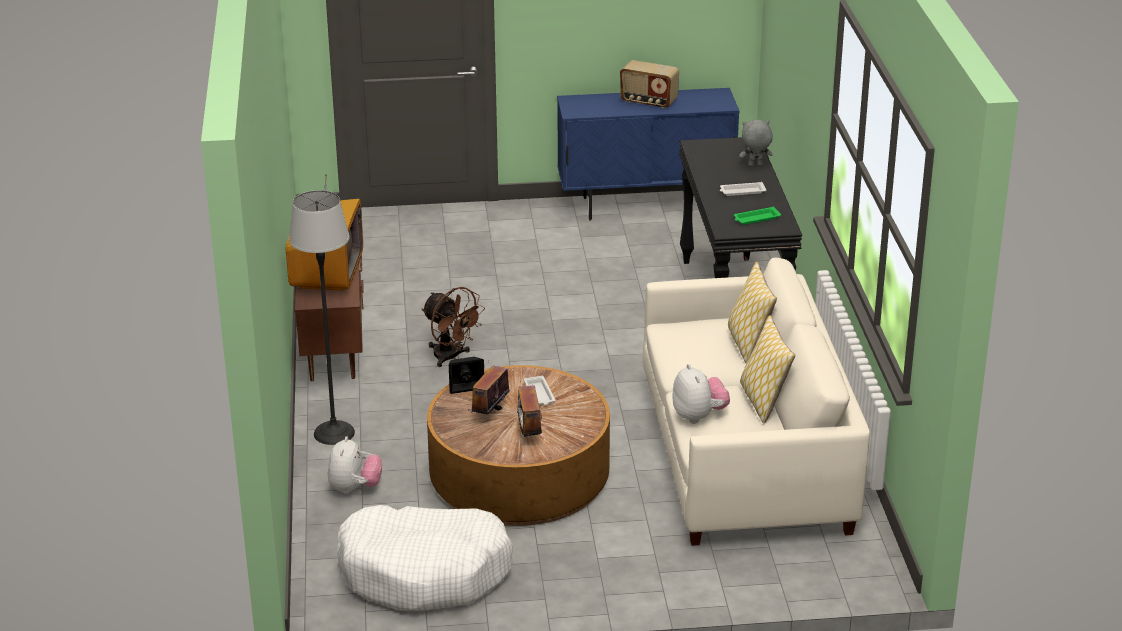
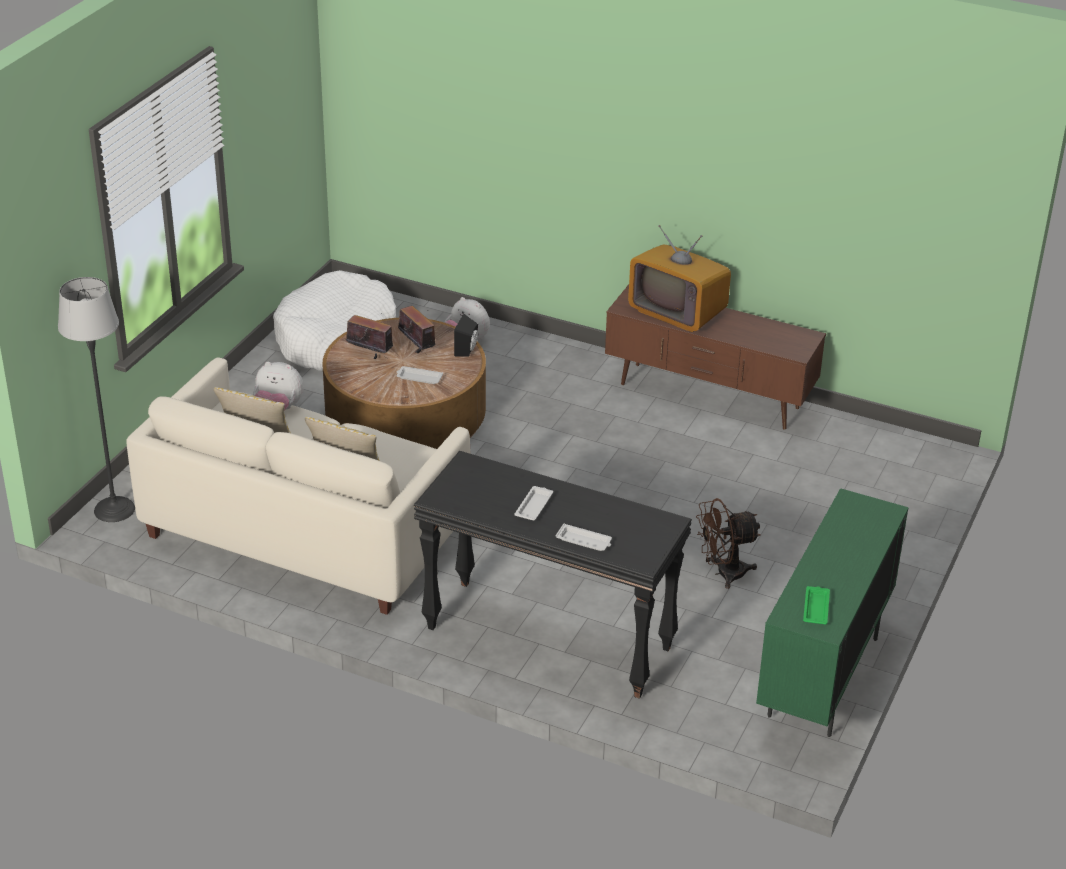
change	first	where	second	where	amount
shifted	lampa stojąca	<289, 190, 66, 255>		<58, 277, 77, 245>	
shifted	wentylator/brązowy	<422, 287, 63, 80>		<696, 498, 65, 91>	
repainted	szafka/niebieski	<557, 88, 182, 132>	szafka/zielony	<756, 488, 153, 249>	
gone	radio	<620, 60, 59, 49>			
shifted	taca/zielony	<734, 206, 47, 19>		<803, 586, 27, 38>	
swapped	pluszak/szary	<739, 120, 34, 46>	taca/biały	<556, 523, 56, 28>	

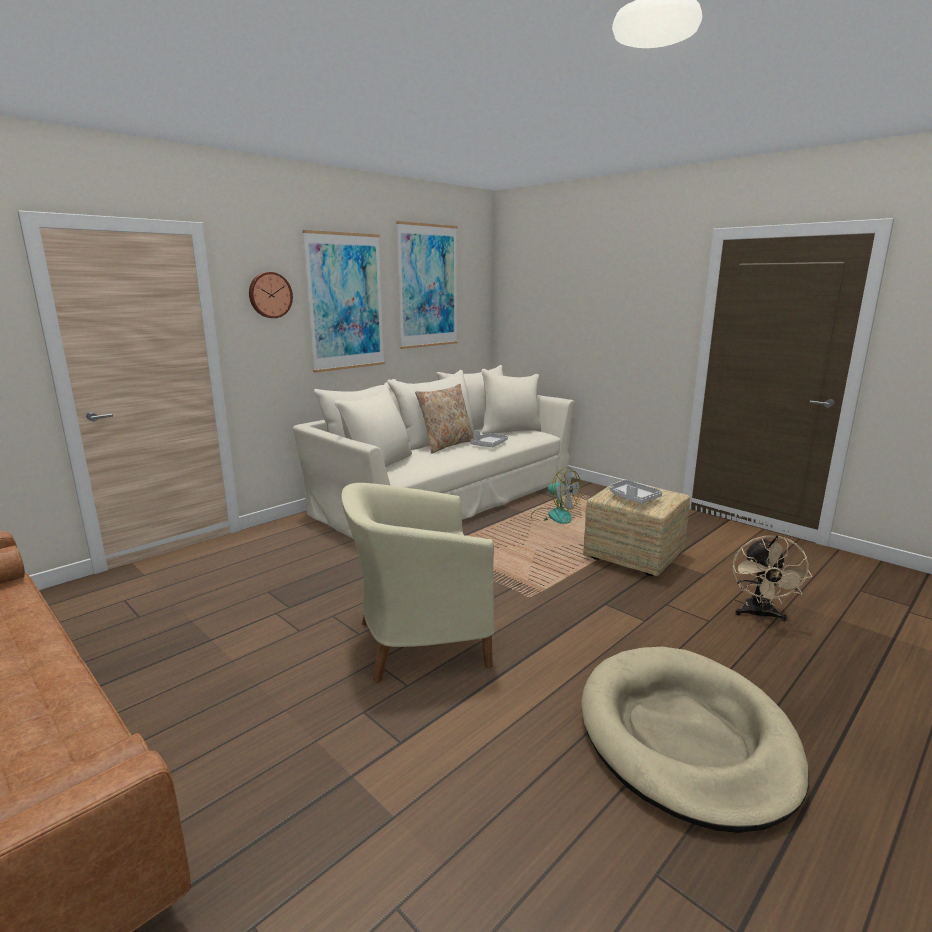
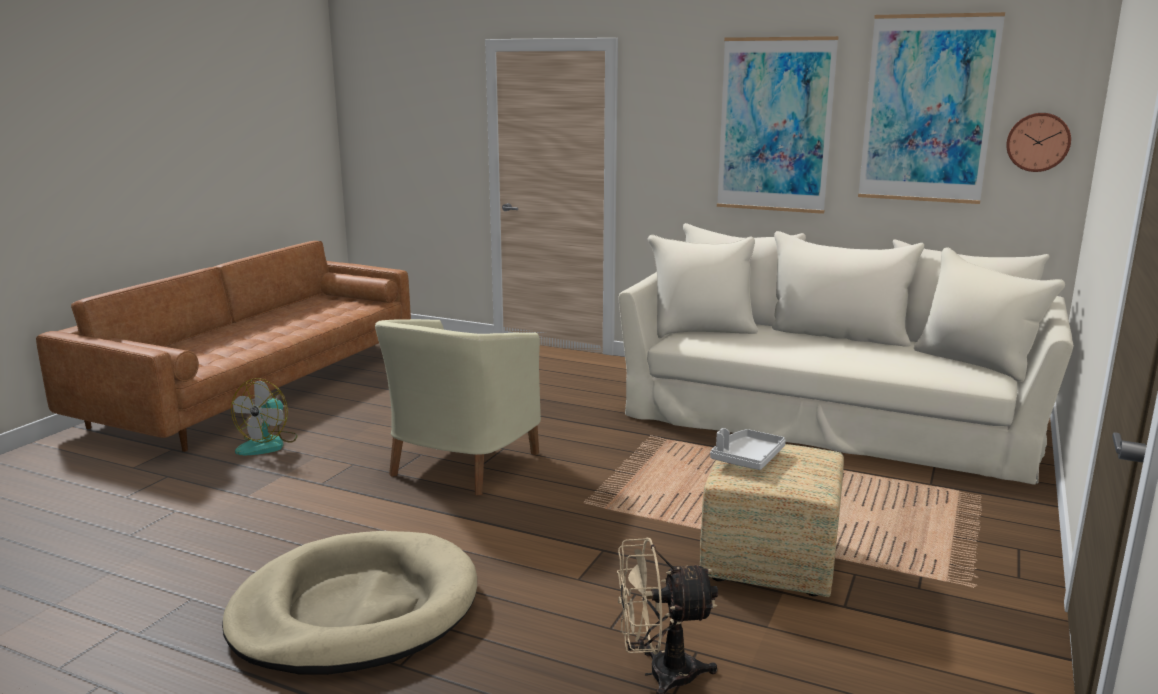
change	first	where	second	where	amount
shifted	zegar ścienny	<249, 272, 44, 46>		<1006, 113, 65, 59>	
rotated	fotel/beżowy	<341, 483, 154, 200>		<375, 319, 166, 176>	120 degrees counterclockwise
gone	poduszka/beżowy	<415, 384, 59, 70>			
gone	taca/szary	<470, 431, 38, 16>			
shifted	wentylator	<531, 467, 50, 57>		<231, 378, 67, 77>	

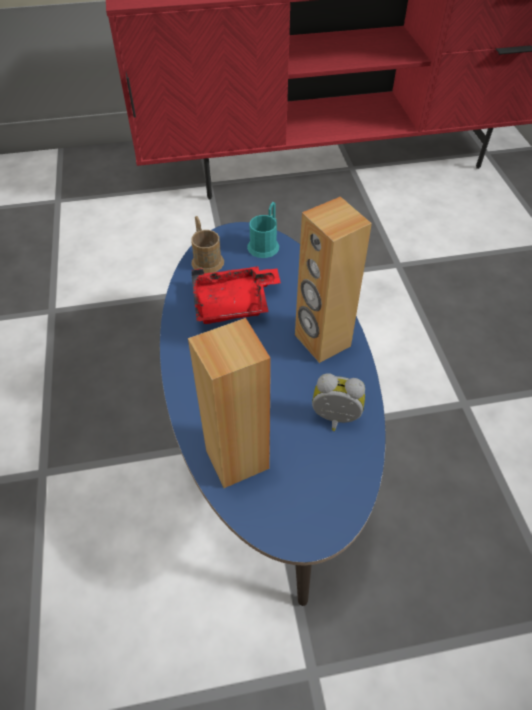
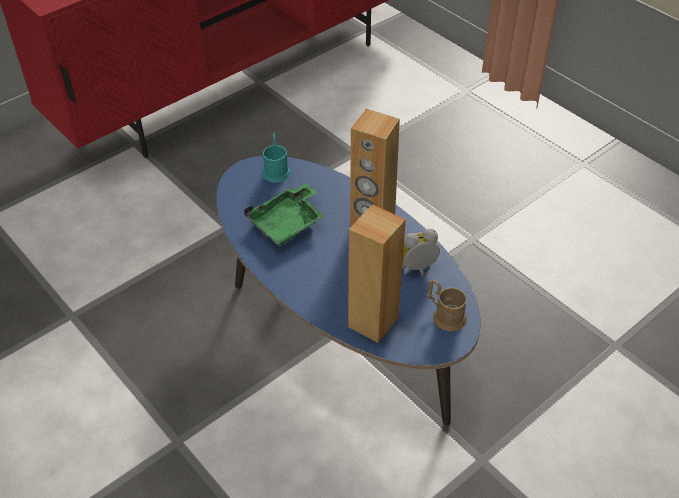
change	first	where	second	where	amount
shifted	kubek/brązowy	<191, 216, 33, 57>		<427, 280, 40, 51>	
repainted	taca/czerwony	<192, 266, 89, 58>	taca/zielony	<244, 183, 81, 63>	

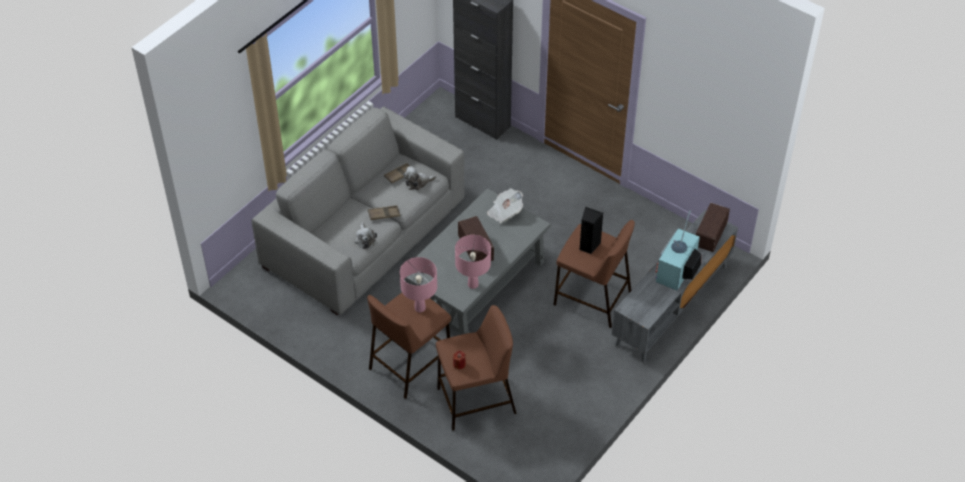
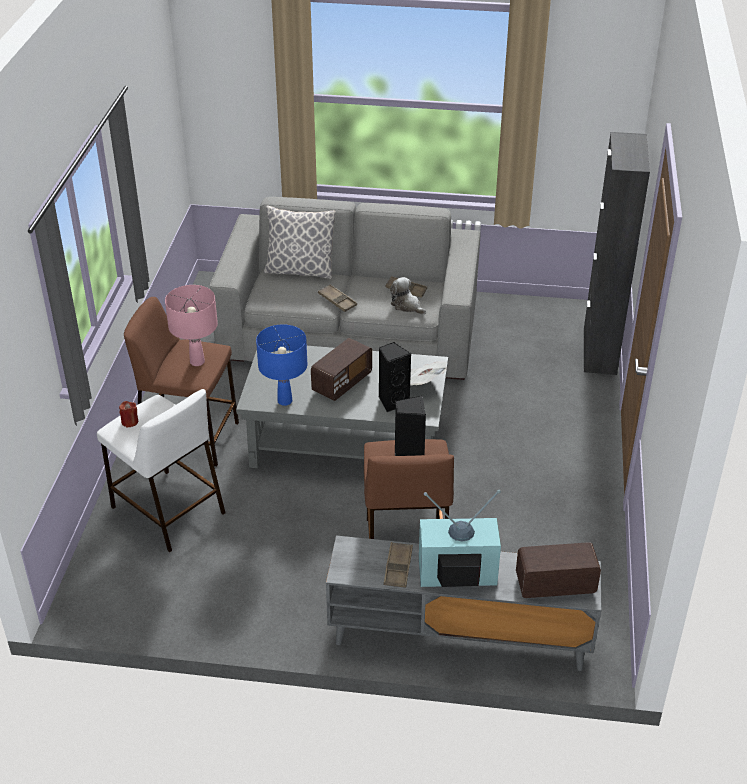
change	first	where	second	where	amount
gone	pluszak	<355, 222, 22, 27>			
repainted	stołek/brązowy	<436, 305, 81, 125>	stołek/biały	<97, 389, 128, 163>	
repainted	lampa stołowa/różowy	<455, 235, 36, 54>	lampa stołowa/niebieski	<256, 324, 51, 82>	
new			poduszka	<264, 205, 71, 74>	
new			głośnik/czarny	<379, 342, 32, 71>	
new			taca/brązowy	<383, 542, 30, 46>	

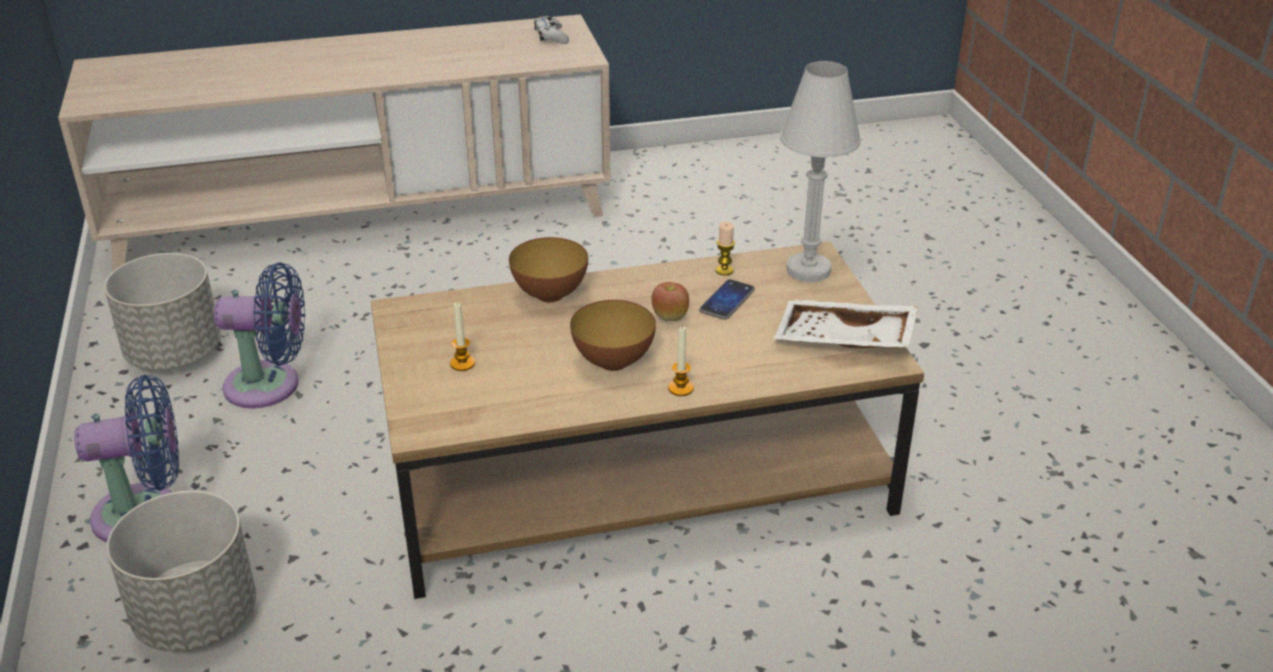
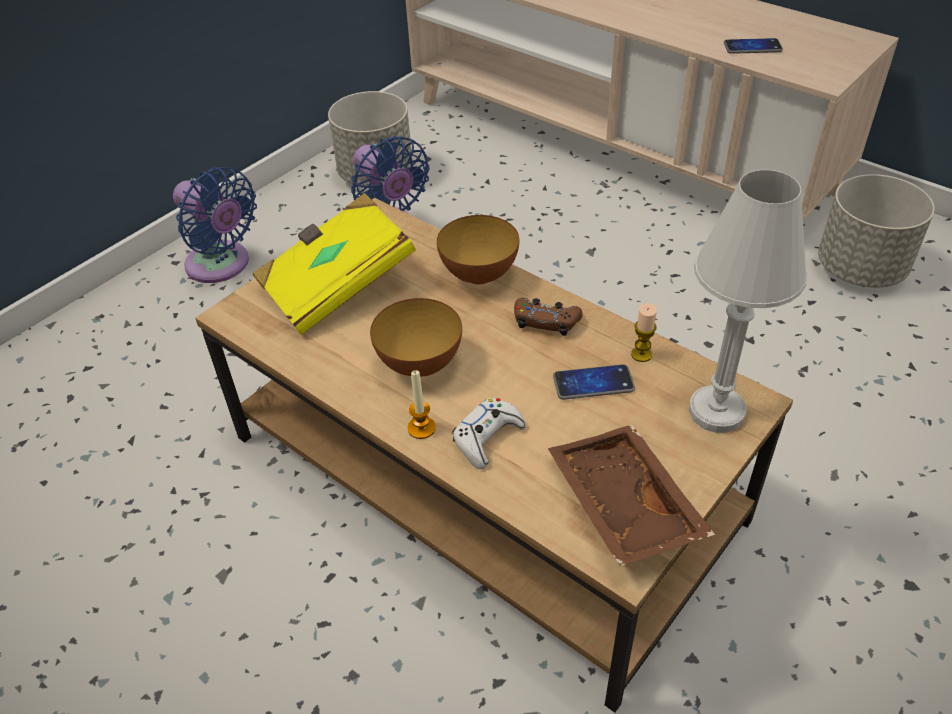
change	first	where	second	where	amount
shifted	donica/szary	<106, 491, 150, 160>		<818, 174, 117, 113>	
swapped	świeca	<450, 302, 25, 69>	książka/żółty	<253, 193, 163, 142>	
shifted	pad do gier/biały	<534, 16, 35, 28>		<452, 398, 74, 71>	
gone	jabłko	<651, 282, 38, 39>			
repainted	taca/biały	<774, 300, 144, 48>	taca/brązowy	<548, 425, 167, 141>	
new			pad do gier/brązowy	<514, 298, 68, 38>	
new			telefon	<724, 38, 59, 16>	

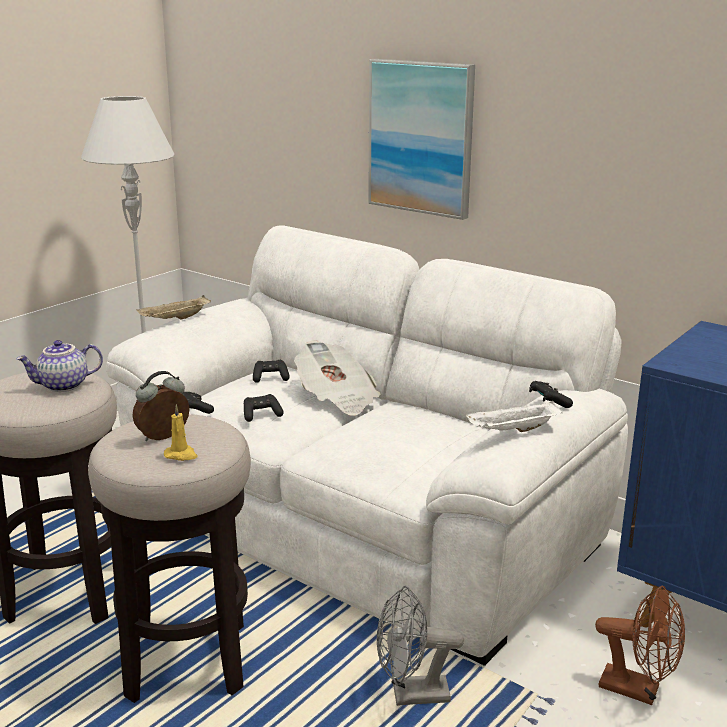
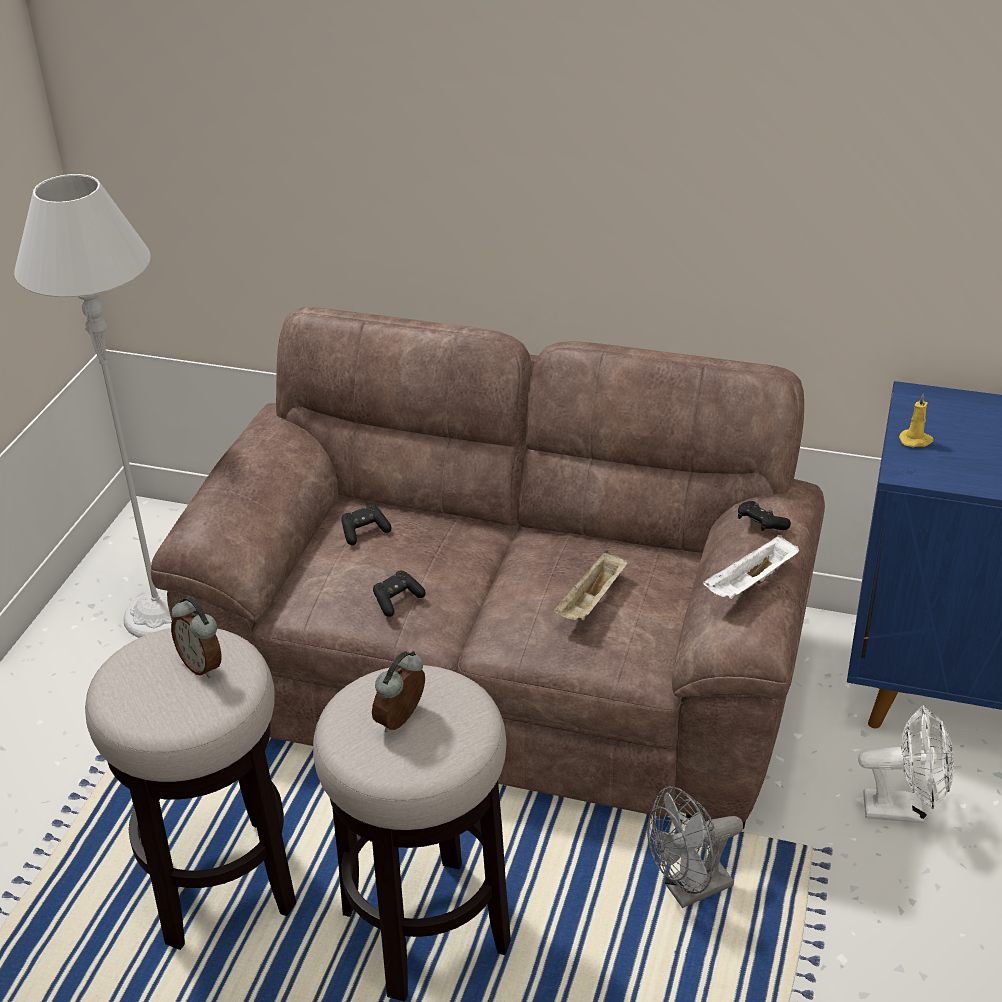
change	first	where	second	where	amount
swapped	imbryk	<16, 340, 87, 52>	budzik	<171, 597, 51, 81>	
repainted	kanapa/biały	<106, 225, 522, 441>	kanapa/brązowy	<151, 307, 674, 522>	
shifted	taca/beżowy	<137, 295, 74, 25>		<553, 550, 75, 70>	
shifted	świeca/żółty	<164, 404, 34, 57>		<899, 394, 35, 53>	
gone	pad do gier/czarny	<180, 391, 34, 23>			
gone	gazeta	<294, 341, 86, 75>			
gone	obraz	<368, 59, 107, 161>			
repainted	wentylator/brązowy	<595, 586, 90, 119>	wentylator/biały	<858, 705, 96, 118>	

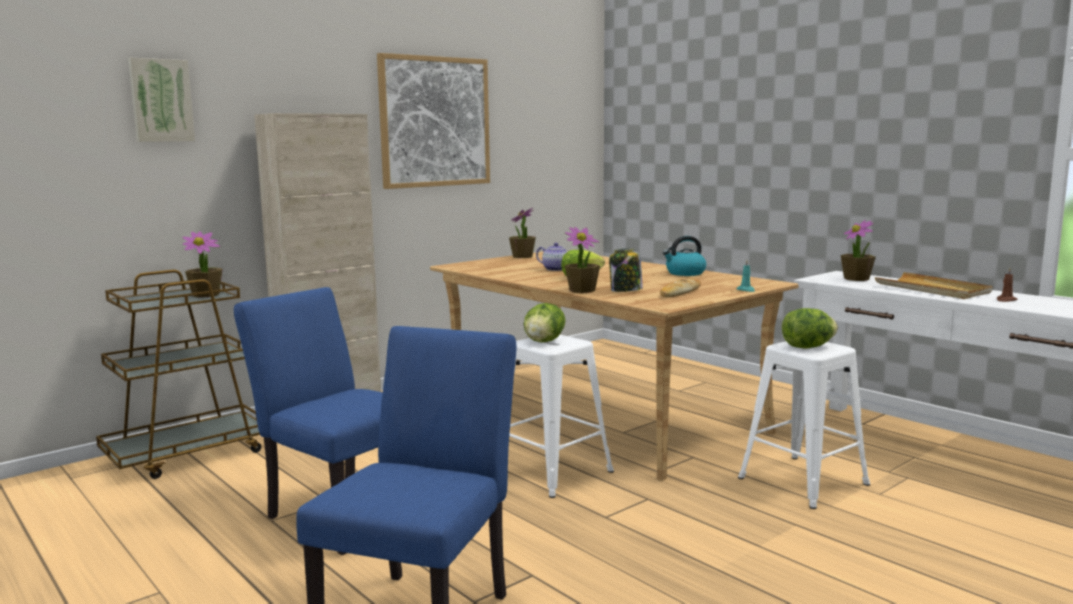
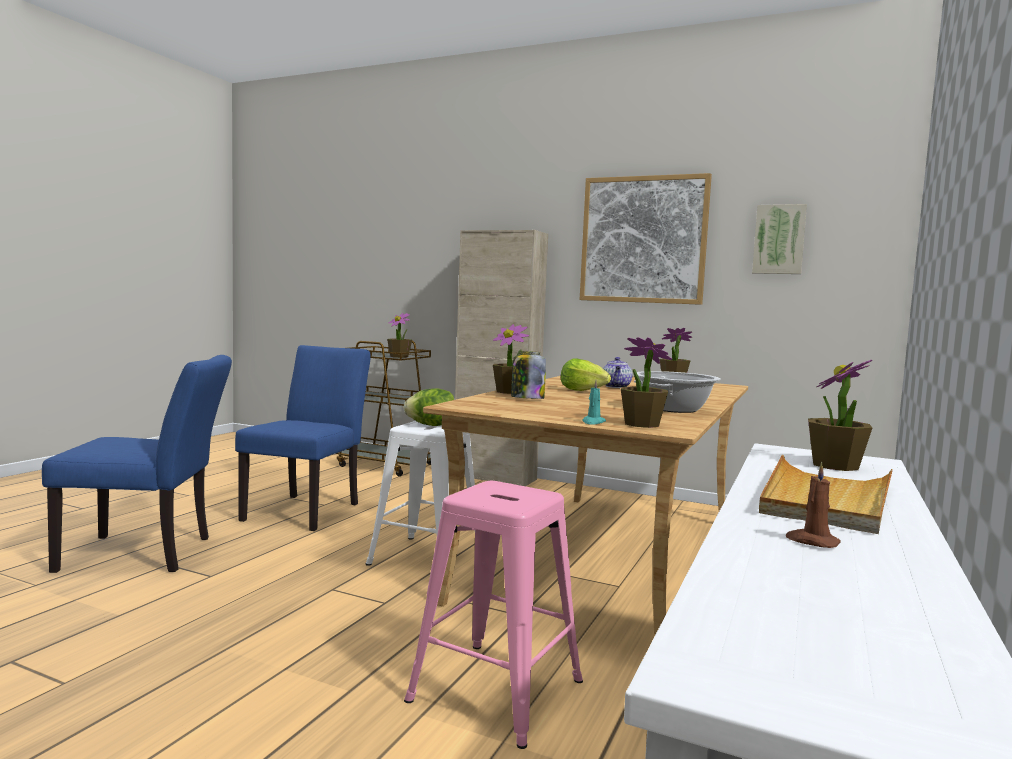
change	first	where	second	where	amount
shifted	obraz	<128, 58, 67, 84>		<752, 204, 55, 70>	
gone	chleb	<660, 278, 41, 19>			
swapped	czajnik	<663, 236, 43, 40>	garnek	<634, 371, 87, 42>	
repainted	stołek/biały	<738, 341, 132, 168>	stołek/różowy	<404, 481, 179, 268>	
gone	sałata	<782, 308, 56, 40>			
new			roślina doniczkowa	<621, 337, 51, 91>	

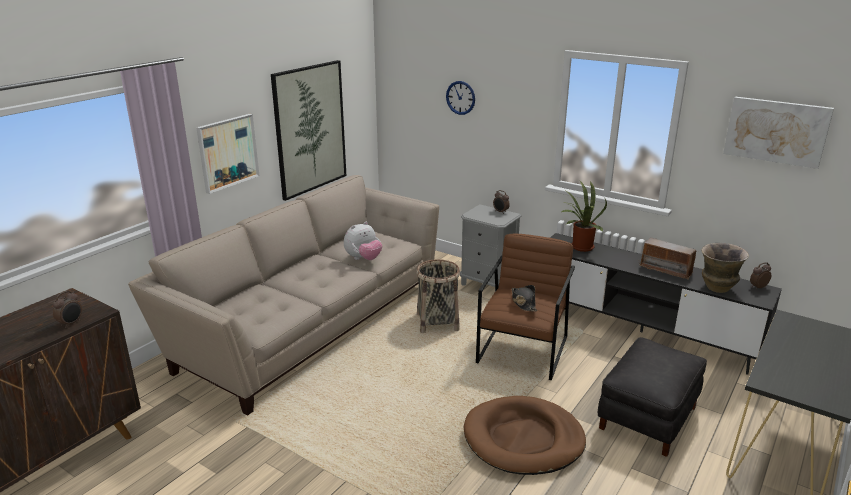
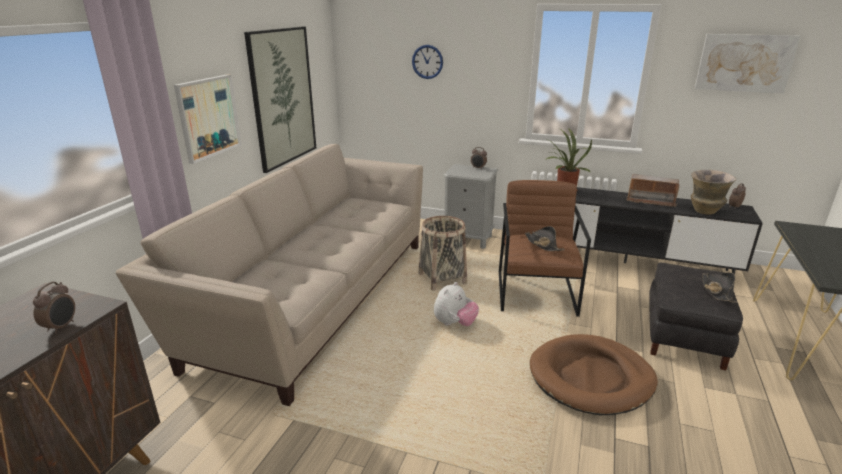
change	first	where	second	where	amount
shifted	pluszak	<344, 222, 38, 38>		<434, 282, 45, 44>	
new			kapelusz/czarny	<702, 273, 35, 30>	

